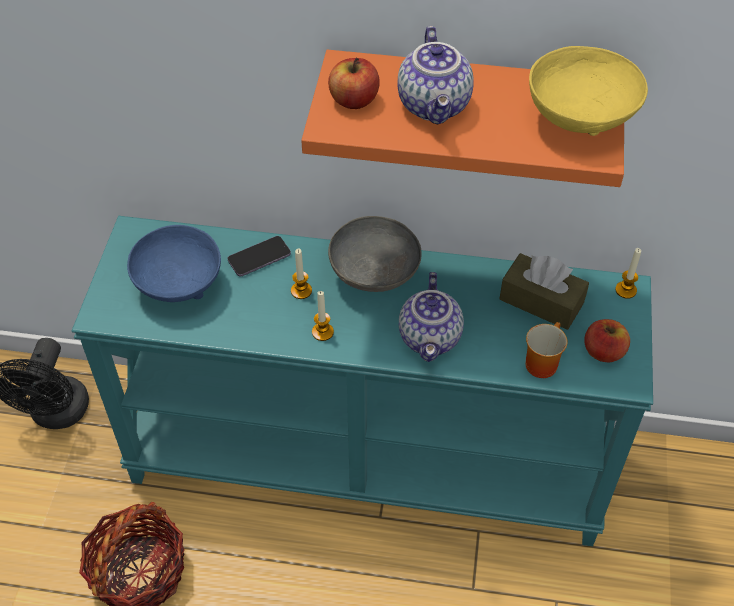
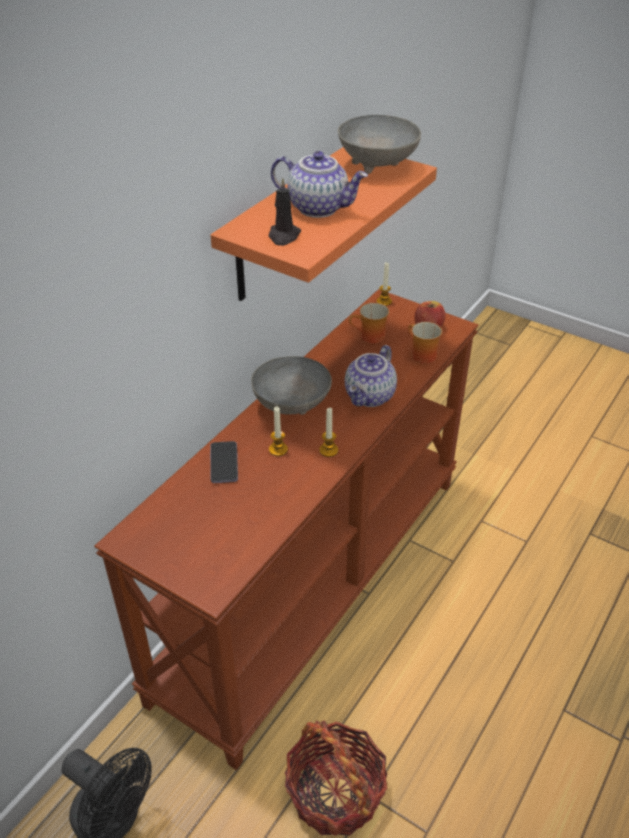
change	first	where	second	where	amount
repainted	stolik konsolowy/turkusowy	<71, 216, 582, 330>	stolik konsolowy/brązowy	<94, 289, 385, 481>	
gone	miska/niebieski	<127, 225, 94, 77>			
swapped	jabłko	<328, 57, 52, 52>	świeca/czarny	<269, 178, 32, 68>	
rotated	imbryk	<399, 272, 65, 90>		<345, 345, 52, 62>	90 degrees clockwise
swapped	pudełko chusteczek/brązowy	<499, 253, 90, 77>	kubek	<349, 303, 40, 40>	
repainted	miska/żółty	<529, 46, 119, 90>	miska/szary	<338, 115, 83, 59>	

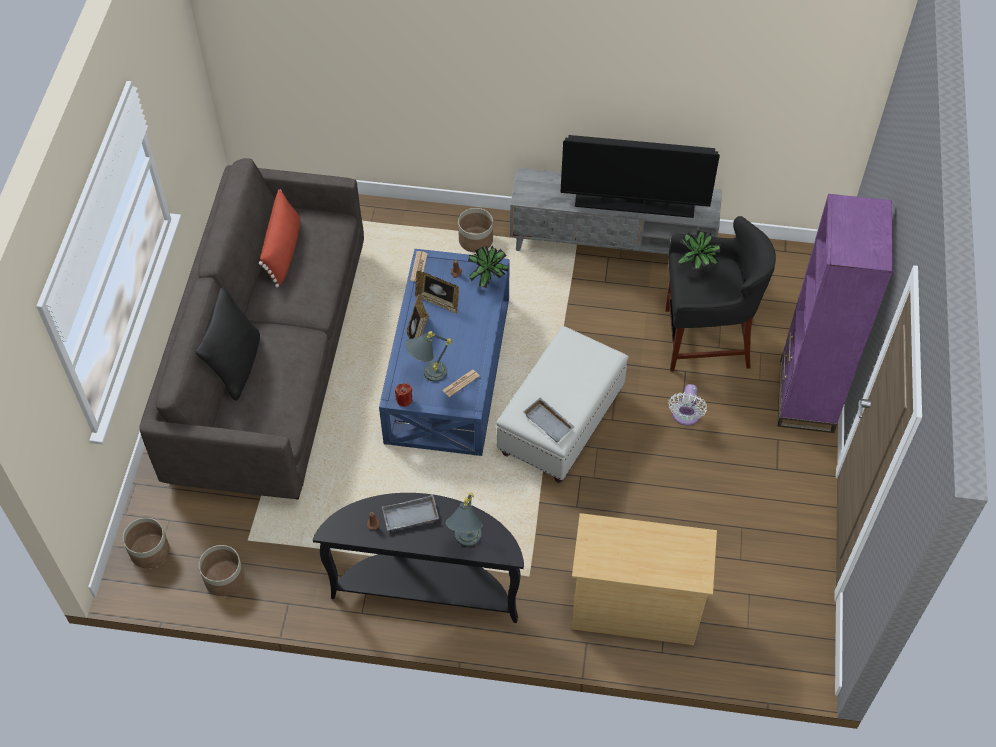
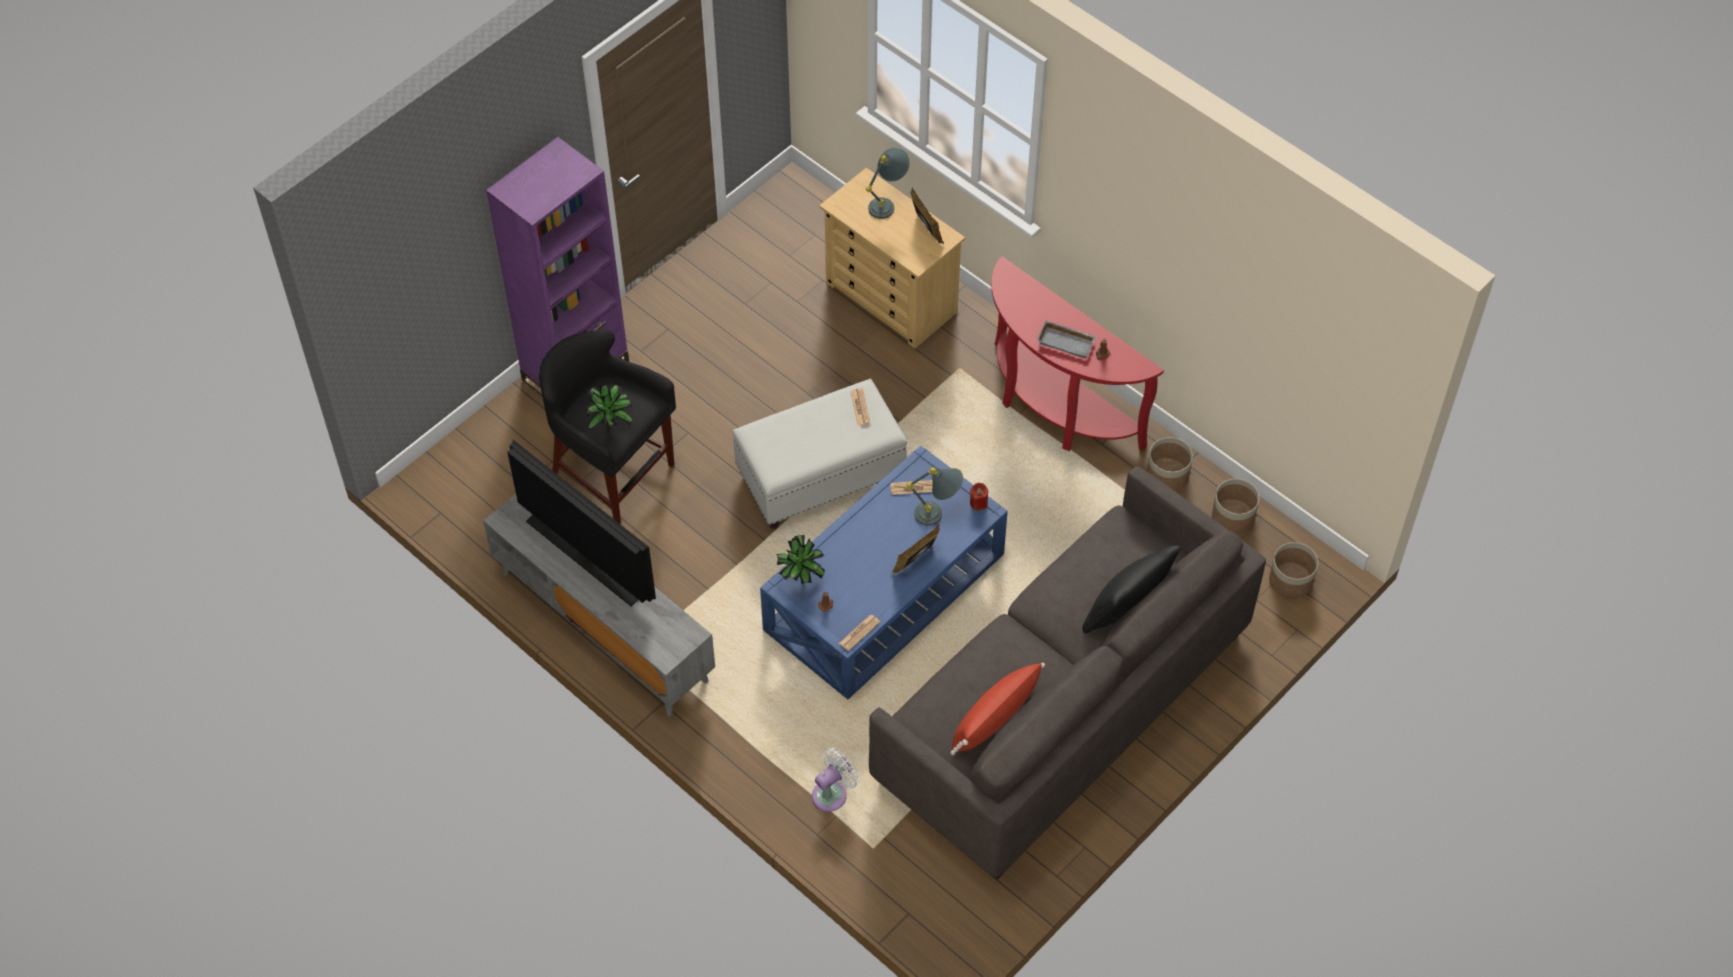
change	first	where	second	where	amount
repainted	stolik konsolowy/czarny	<313, 493, 211, 130>	stolik konsolowy/czerwony	<991, 256, 173, 195>	
shifted	ramka na zdjęcie	<415, 271, 44, 43>		<910, 187, 34, 57>	
shifted	lampa stołowa/szary	<446, 492, 36, 54>		<866, 147, 44, 72>	
shifted	donica	<458, 208, 35, 45>		<1147, 437, 46, 54>	
swapped	taca/szary	<523, 398, 52, 45>	gazeta	<850, 388, 21, 38>	
shifted	wentylator/biały	<668, 384, 39, 42>		<812, 747, 47, 65>	

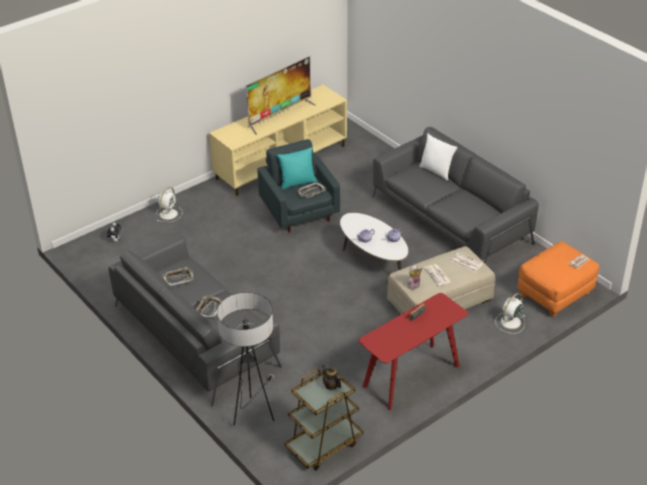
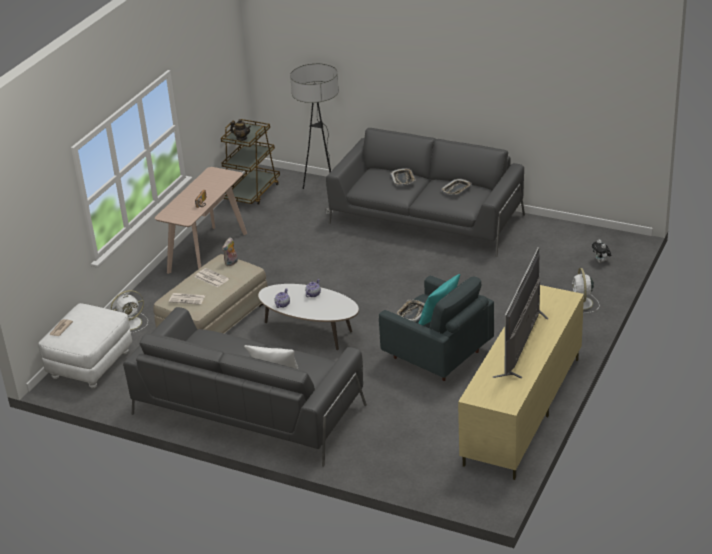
change	first	where	second	where	amount
repainted	stolik konsolowy/czerwony	<358, 293, 110, 117>	stolik konsolowy/beżowy	<155, 167, 92, 107>	
rotated	wentylator/biały	<495, 293, 30, 41>		<111, 290, 37, 43>	45 degrees clockwise
repainted	pufa/pomarańczowy	<518, 241, 81, 76>	pufa/biały	<38, 303, 94, 86>	

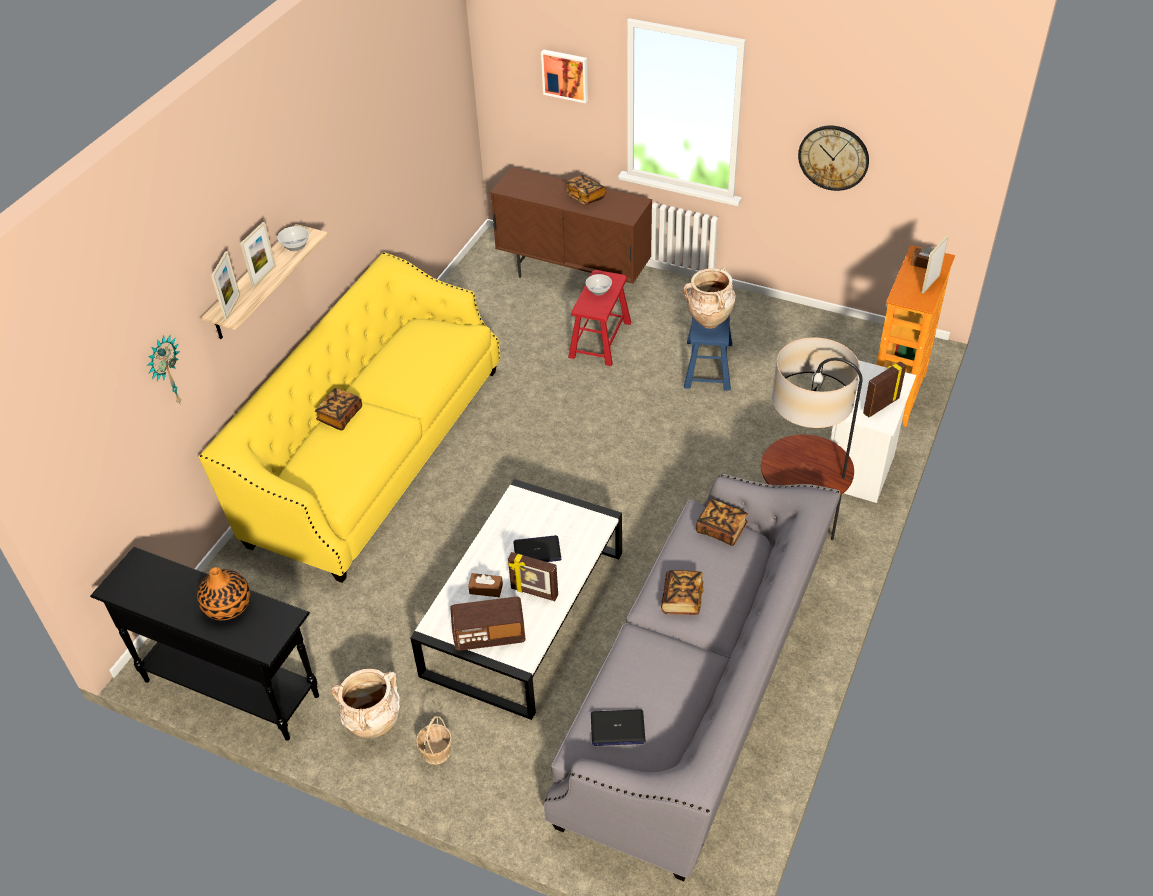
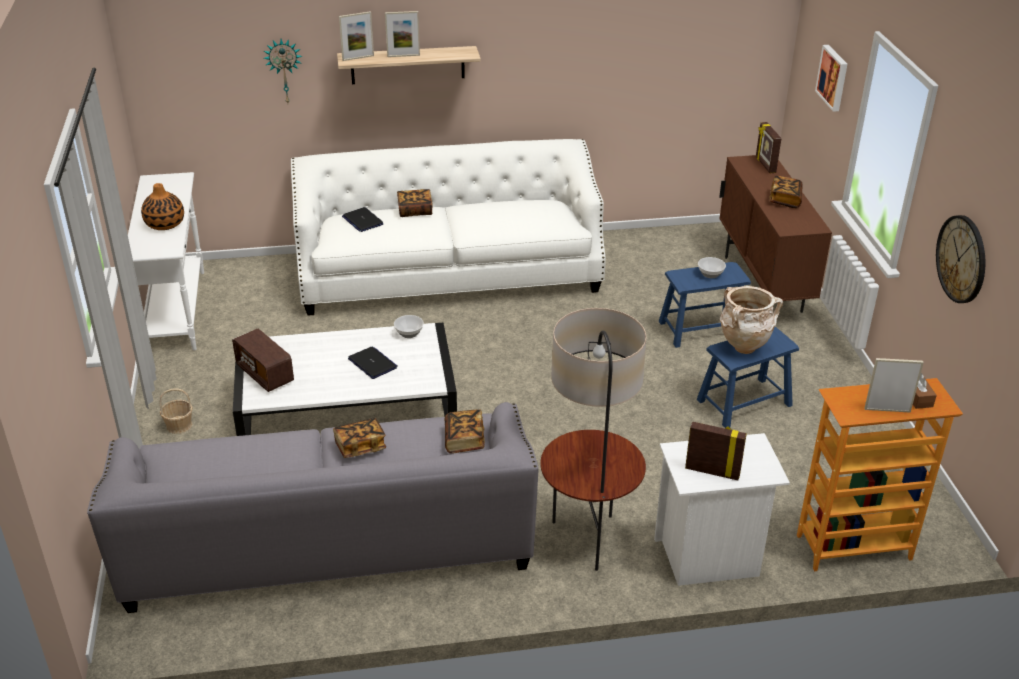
change	first	where	second	where	amount
repainted	stolik konsolowy/czarny	<90, 547, 229, 194>	stolik konsolowy/biały	<128, 172, 76, 179>	
repainted	kanapa/żółty	<198, 252, 302, 331>	kanapa/biały	<291, 139, 315, 177>	
shifted	miska	<277, 226, 32, 25>		<394, 315, 30, 23>	
gone	wazon/beżowy	<331, 669, 69, 69>			
gone	pudełko chusteczek/brązowy	<468, 573, 35, 24>			
shifted	ramka na zdjęcie	<508, 552, 50, 49>		<756, 122, 25, 51>	
repainted	stołek/czerwony	<568, 270, 63, 96>	stołek/niebieski	<659, 262, 92, 86>	
shifted	laptop	<591, 709, 54, 37>		<342, 207, 42, 25>	

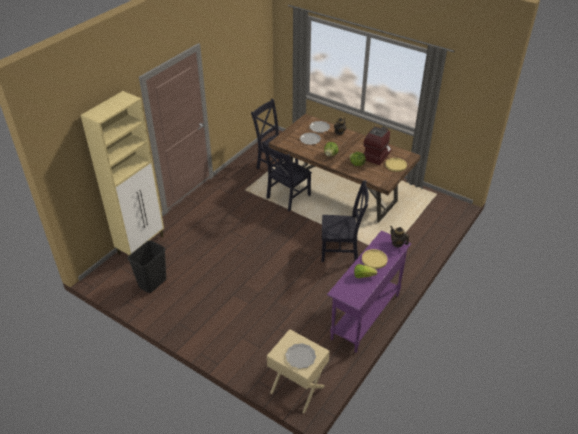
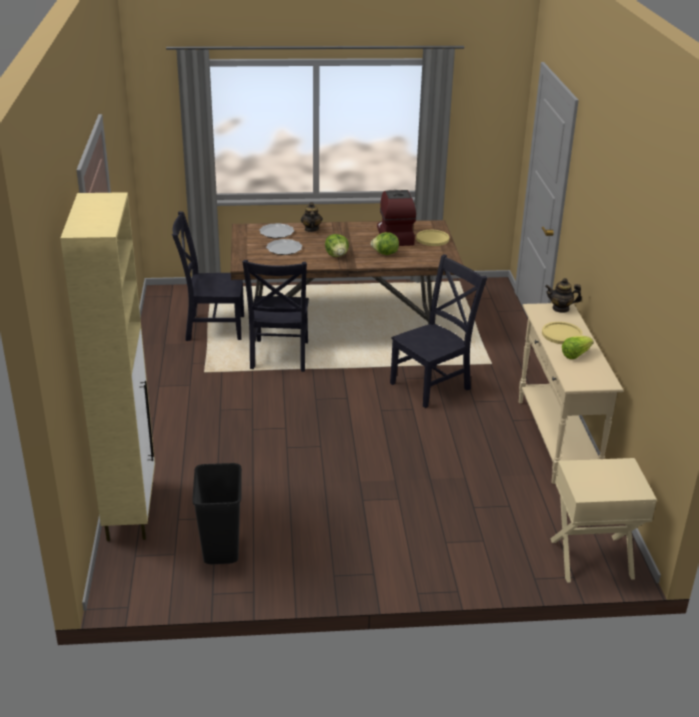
change	first	where	second	where	amount
gone	talerz	<285, 343, 31, 26>			
repainted	stolik konsolowy/fioletowy	<327, 231, 84, 122>	stolik konsolowy/beżowy	<519, 303, 105, 181>	

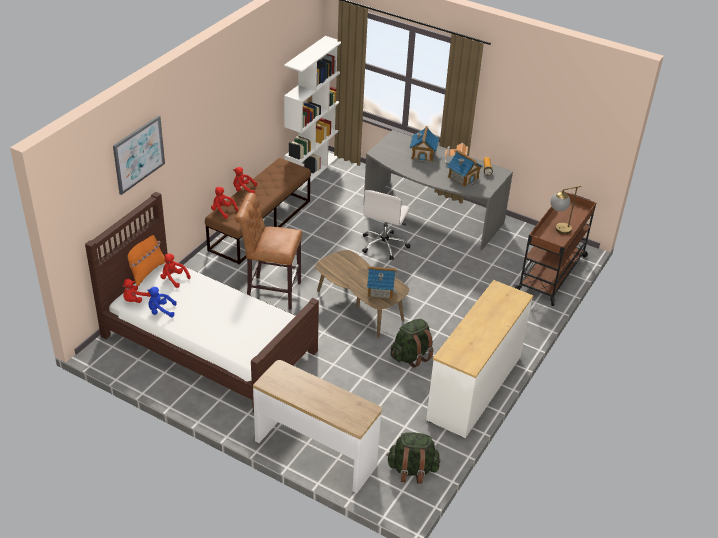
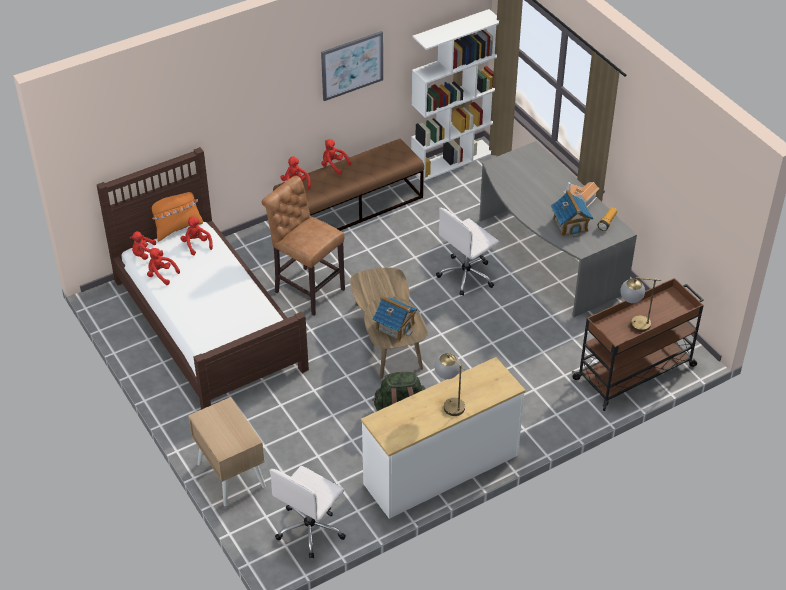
change	first	where	second	where	amount
shifted	obraz	<113, 115, 52, 80>		<321, 31, 62, 70>	
repainted	pluszak/niebieski	<147, 287, 30, 30>	pluszak/czerwony	<147, 248, 33, 37>	
swapped	stolik konsolowy	<253, 360, 129, 133>	szafka nocna/beżowy	<188, 397, 78, 109>	
swapped	plecak/zielony	<387, 432, 53, 51>	krzesło biurowe/biały	<270, 466, 76, 92>	
gone	domek	<410, 126, 29, 36>			
new			lampa stołowa	<434, 352, 31, 64>	

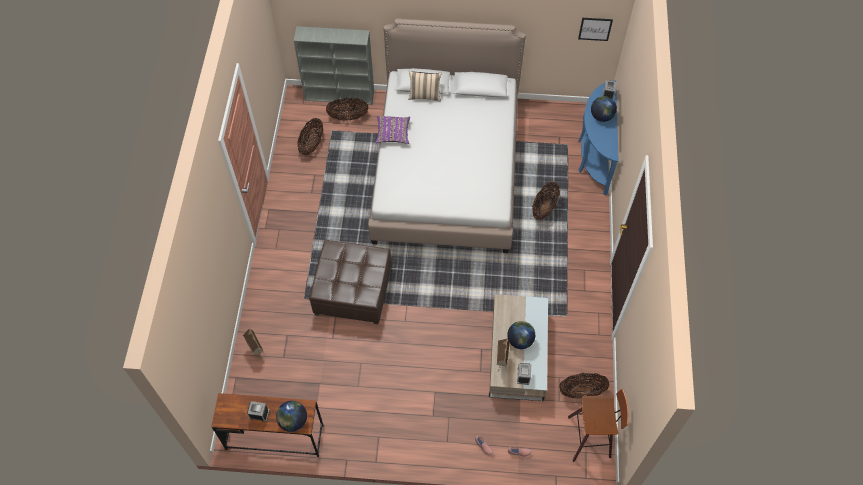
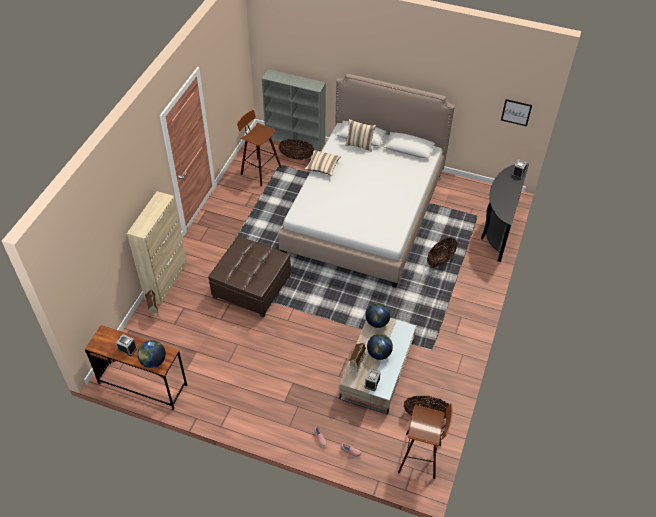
change	first	where	second	where	amount
swapped	koszyk	<297, 118, 26, 37>	stołek	<237, 110, 44, 77>	
repainted	poduszka/fioletowy	<375, 116, 35, 28>	poduszka/beżowy	<304, 150, 37, 26>	
repainted	stolik konsolowy/niebieski	<578, 80, 41, 115>	stolik konsolowy/czarny	<481, 163, 48, 99>	
shifted	globus	<591, 96, 26, 26>		<365, 303, 25, 25>	
new			szafka/beżowy	<127, 191, 60, 113>	

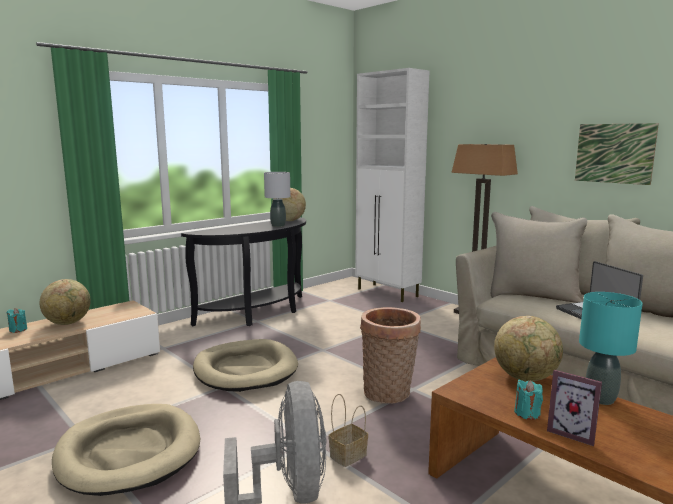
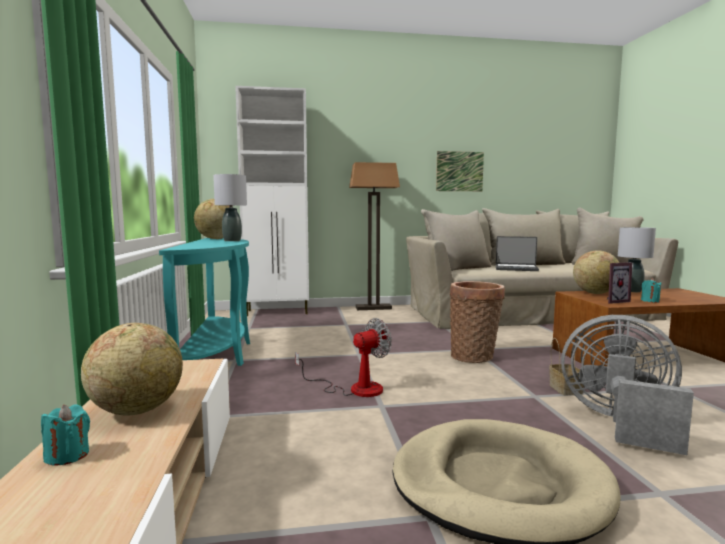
change	first	where	second	where	amount
repainted	stolik konsolowy/czarny	<181, 217, 125, 109>	stolik konsolowy/turkusowy	<159, 238, 91, 128>	
swapped	legowisko/beżowy	<193, 339, 105, 53>	wentylator	<295, 318, 97, 79>	
shifted	ramka na zdjęcie	<547, 370, 55, 76>		<607, 262, 25, 42>	
repainted	lampa stołowa/turkusowy	<579, 292, 64, 113>	lampa stołowa/szary	<618, 227, 38, 65>	

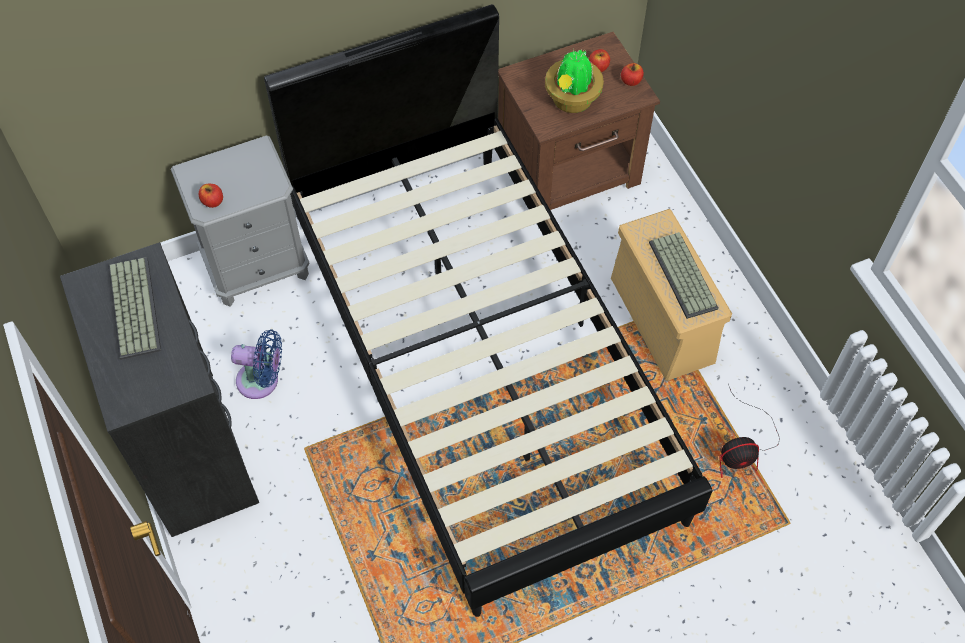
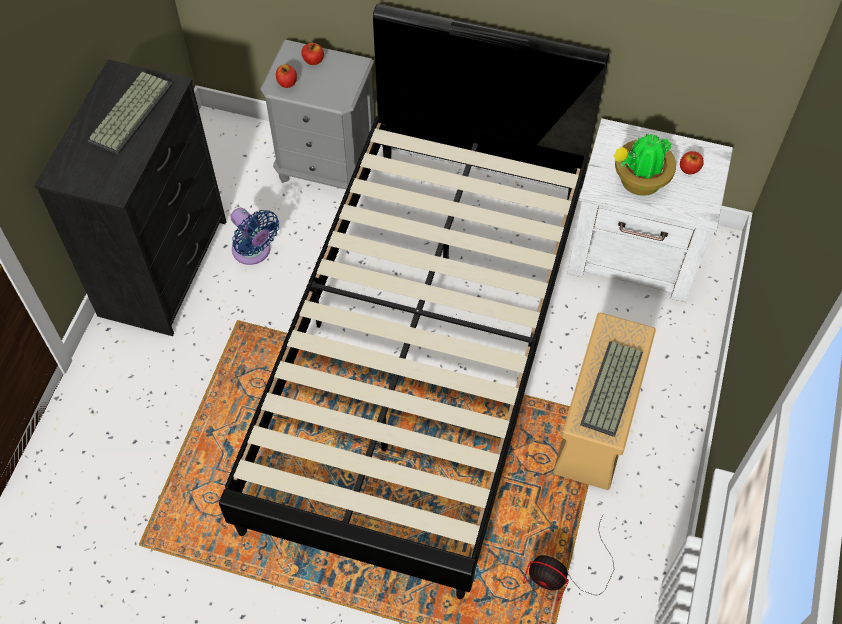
change	first	where	second	where	amount
repainted	szafka nocna/brązowy	<498, 32, 162, 178>	szafka nocna/biały	<567, 119, 166, 183>	
shifted	jabłko	<621, 63, 23, 23>		<301, 43, 23, 22>	

